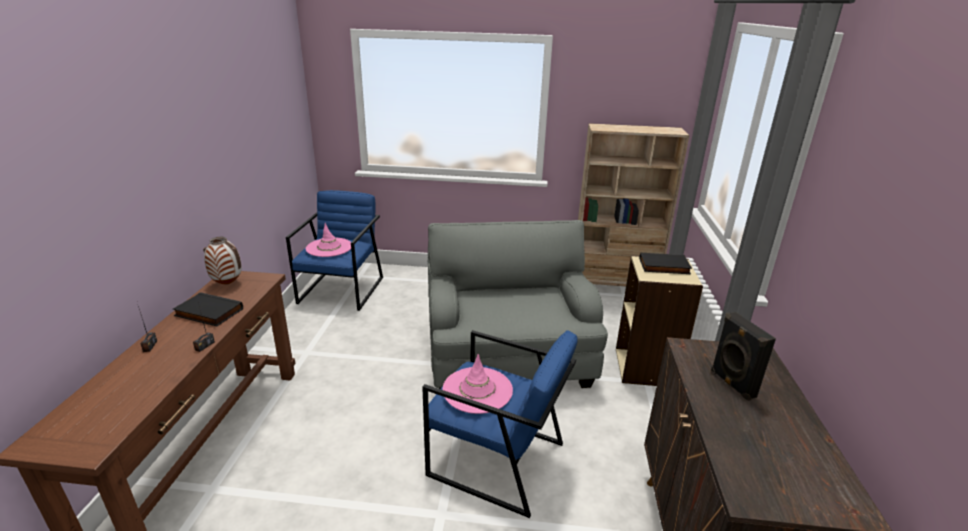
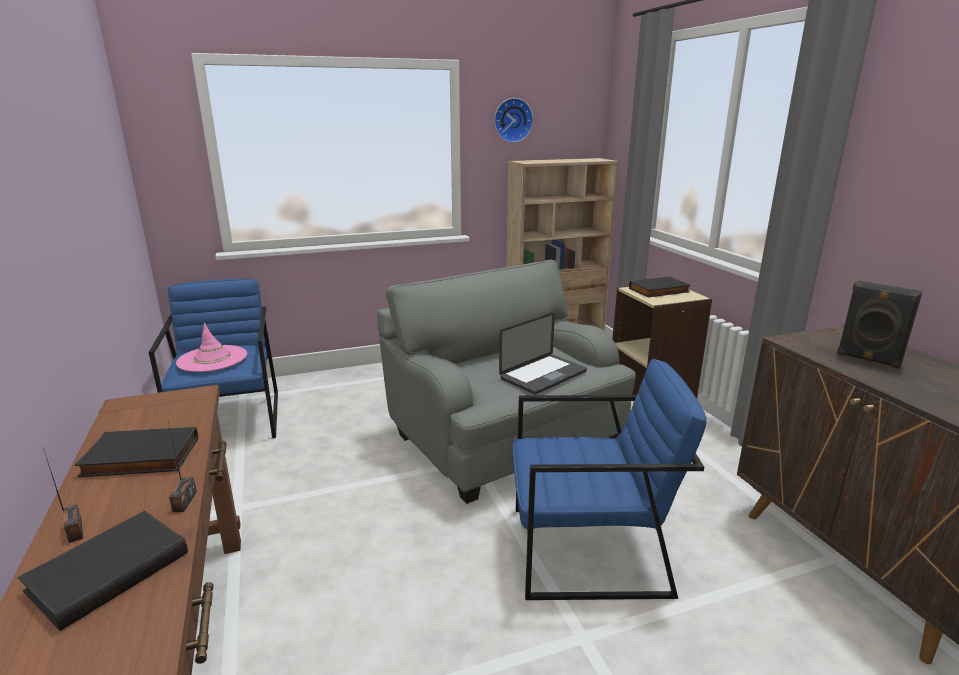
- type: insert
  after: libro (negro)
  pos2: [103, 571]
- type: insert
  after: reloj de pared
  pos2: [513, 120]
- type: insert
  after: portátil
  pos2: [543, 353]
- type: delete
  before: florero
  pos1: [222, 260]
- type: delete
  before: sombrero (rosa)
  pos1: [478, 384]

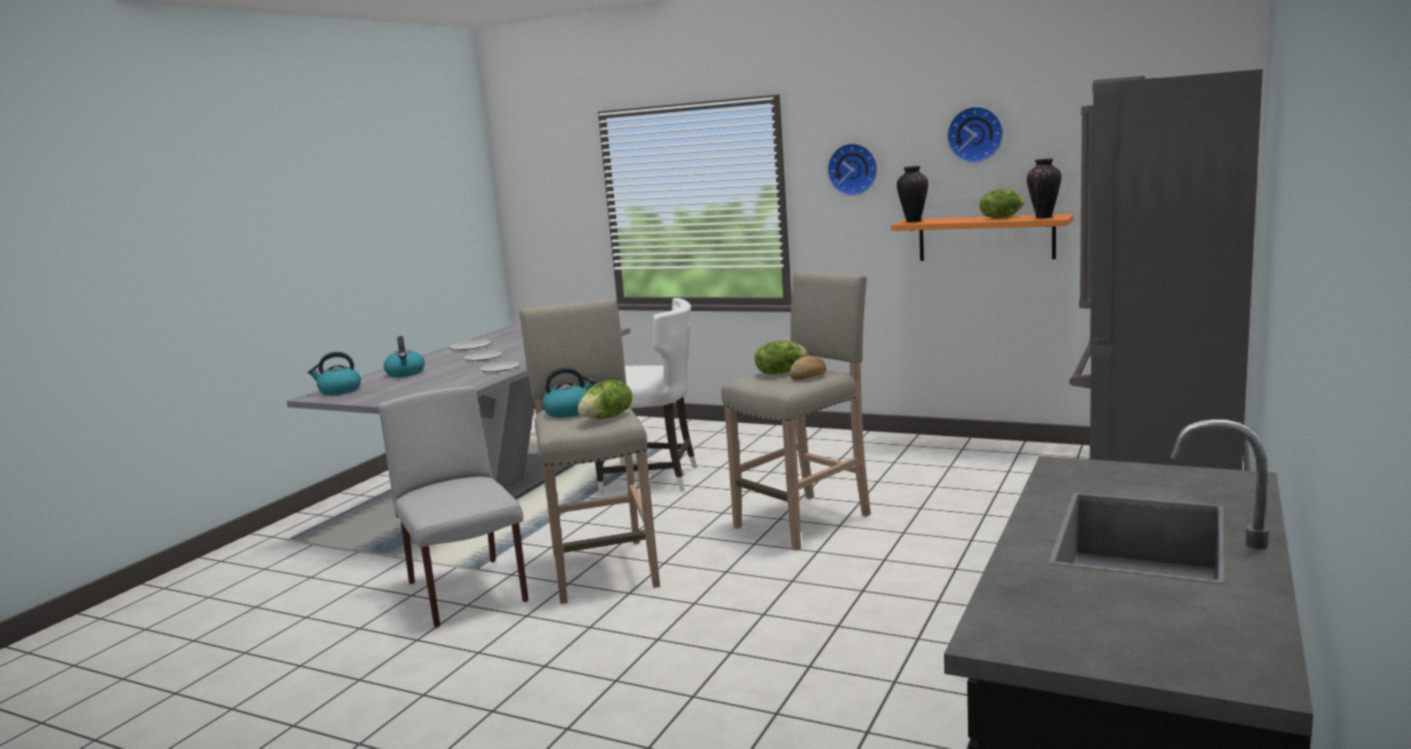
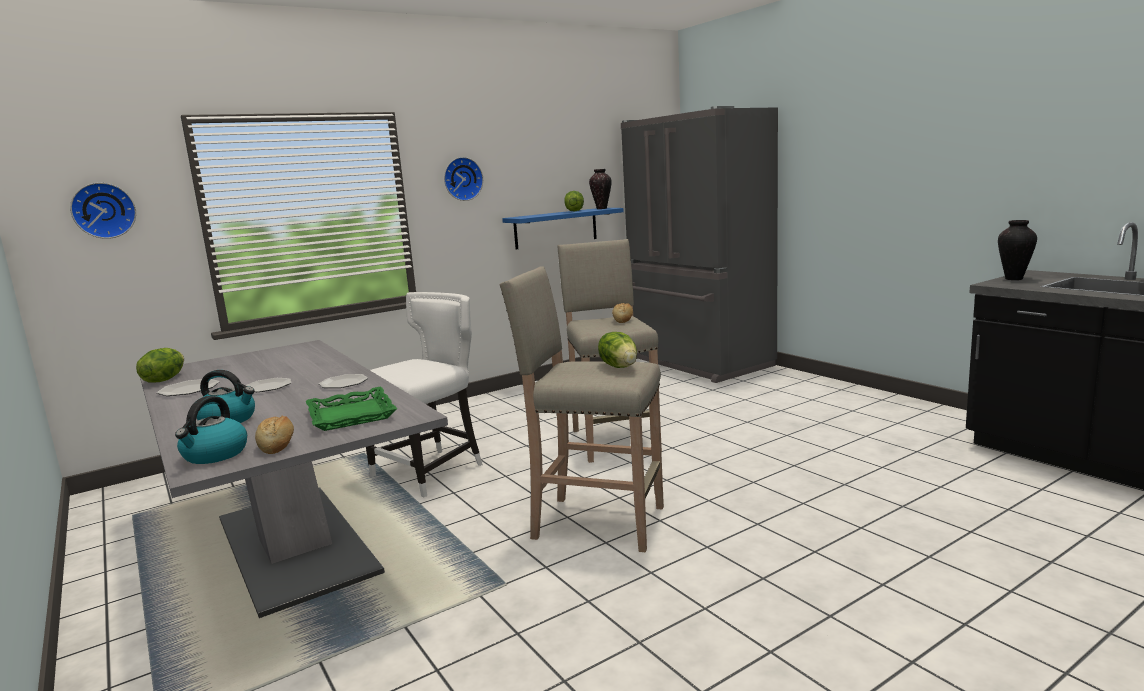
- type: move
  before: reloj de pared
  pos1: [975, 134]
  pos2: [103, 210]
- type: move
  before: lechuga
  pos1: [781, 357]
  pos2: [160, 365]
- type: insert
  after: pan
  pos2: [274, 434]
- type: insert
  after: bandeja (verde)
  pos2: [351, 409]
- type: recolor
  before: estante (naranja)
  after: estante (azul)
  pos1: [982, 237]
  pos2: [563, 228]
- type: move
  before: florero
  pos1: [912, 194]
  pos2: [1017, 250]
- type: delete
  before: silla (gris)
  pos1: [453, 507]
- type: delete
  before: hervidor
  pos1: [569, 392]

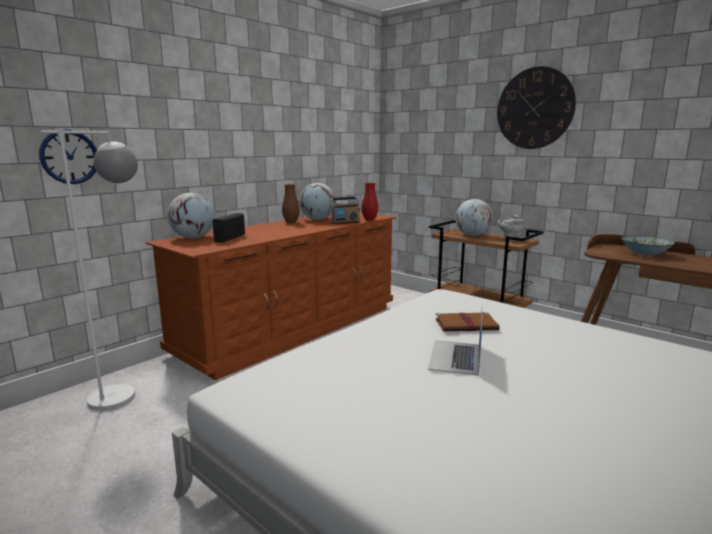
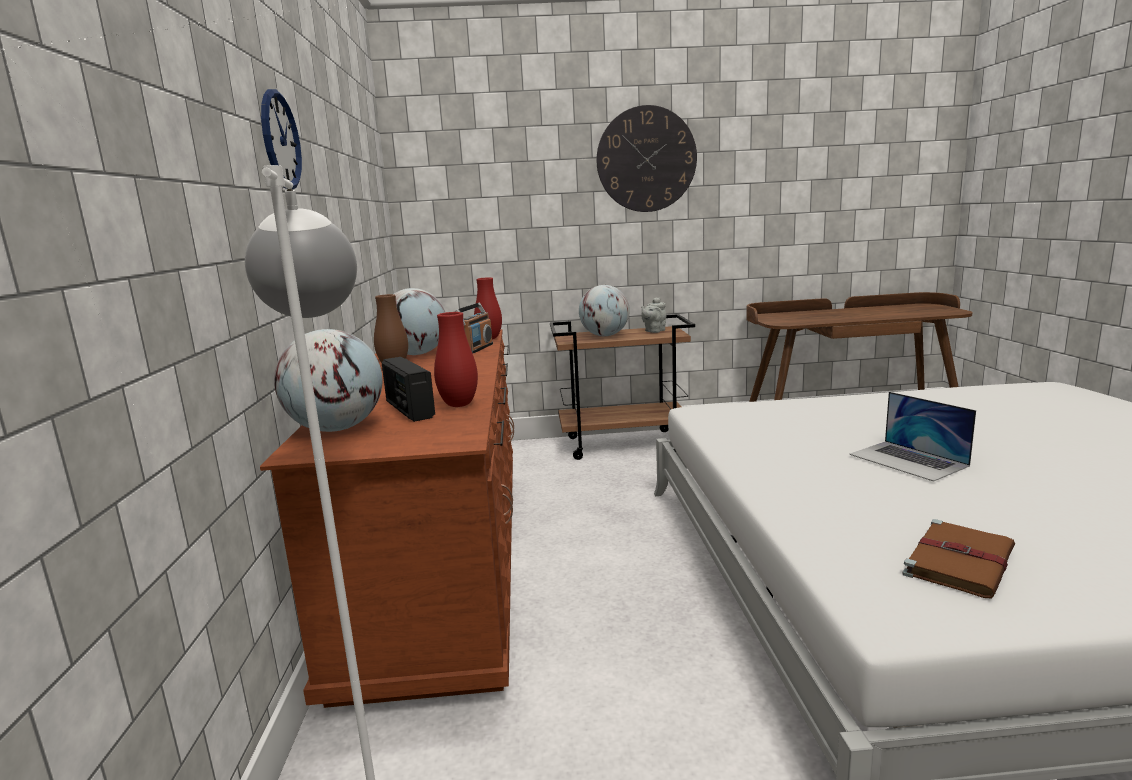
- type: move
  before: reloj de pared
  pos1: [68, 156]
  pos2: [281, 139]
- type: insert
  after: florero (rojo)
  pos2: [456, 359]
- type: move
  before: libro (marrón)
  pos1: [467, 321]
  pos2: [958, 558]
- type: delete
  before: cuenco
  pos1: [648, 245]

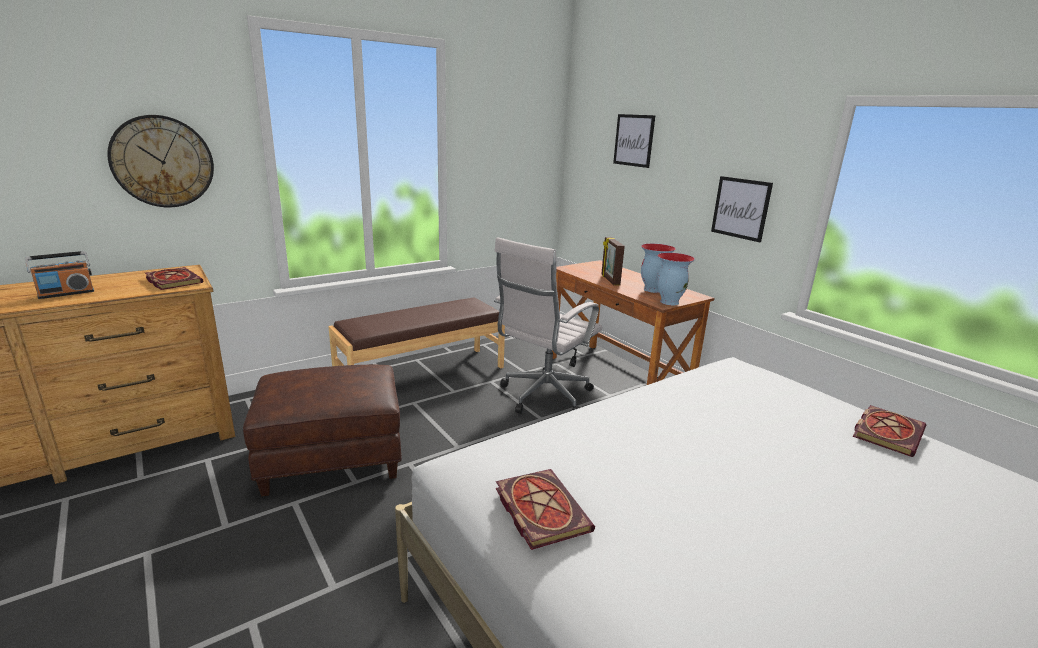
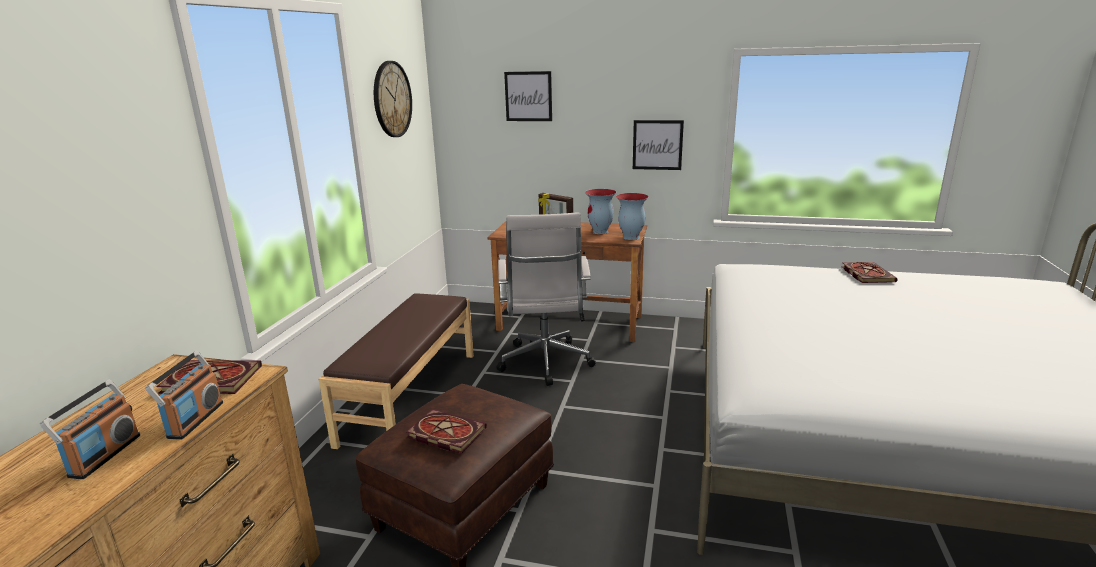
- type: insert
  after: radio
  pos2: [184, 395]
- type: move
  before: reloj de pared
  pos1: [160, 161]
  pos2: [393, 99]
- type: move
  before: libro
  pos1: [545, 509]
  pos2: [446, 431]

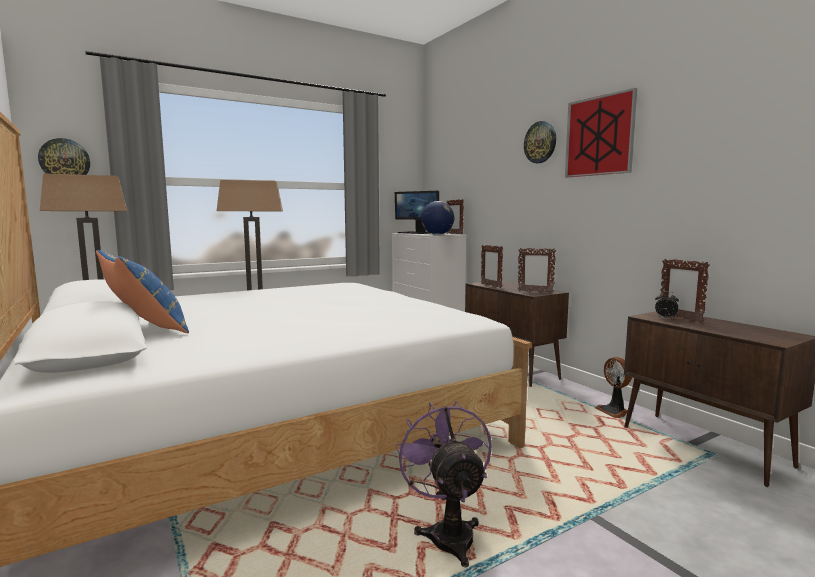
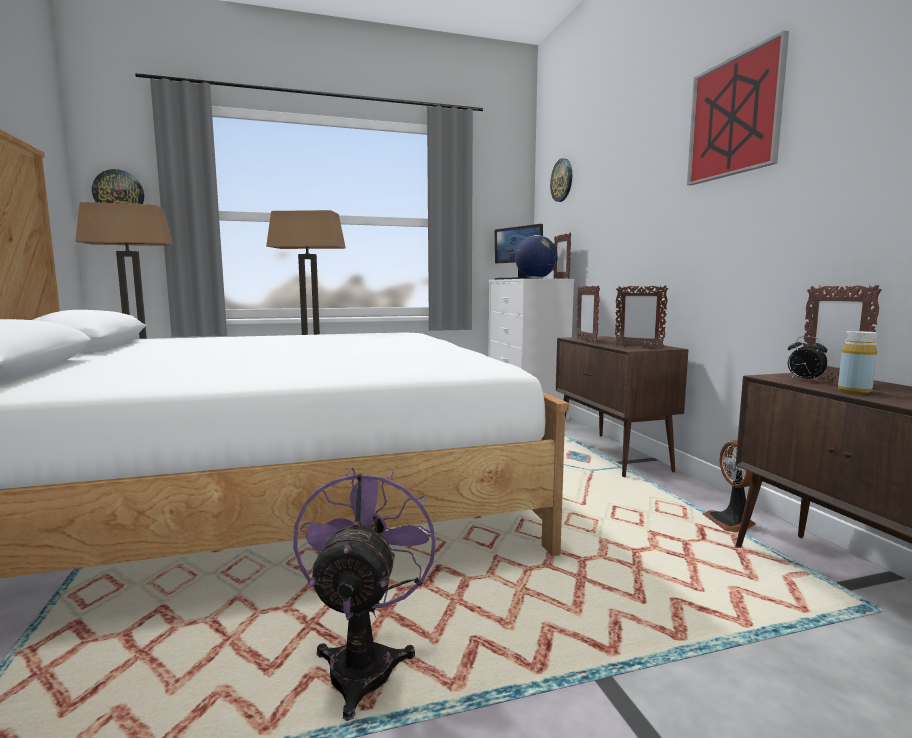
- type: move
  before: reloj de pared
  pos1: [540, 142]
  pos2: [561, 180]
- type: insert
  after: botella (amarillo)
  pos2: [857, 362]
- type: delete
  before: cojín (azul)
  pos1: [142, 291]

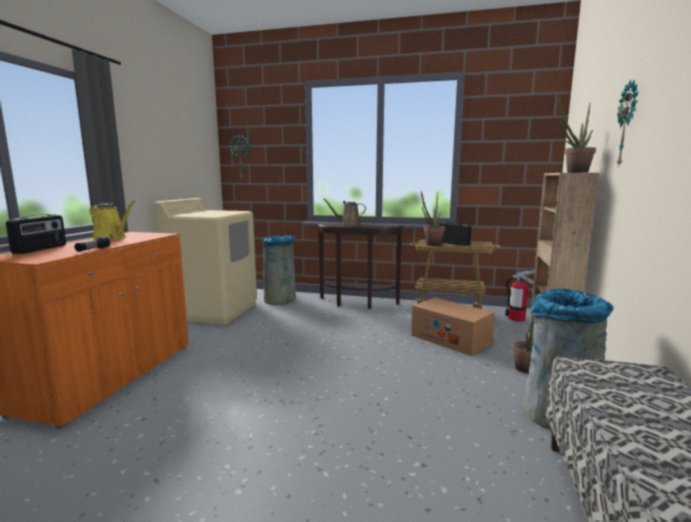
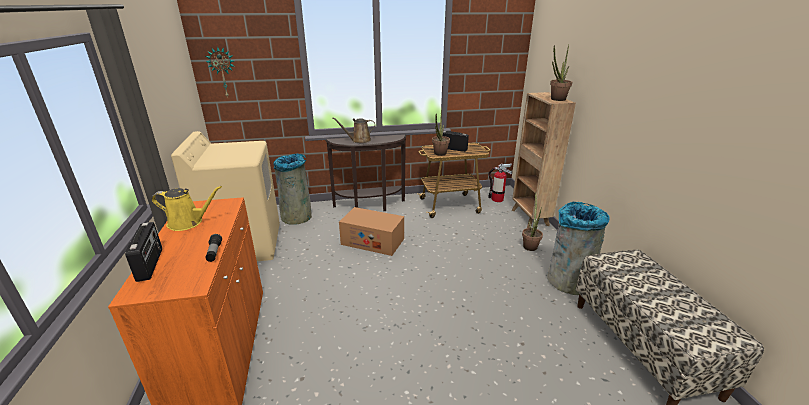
- type: move
  before: caja de cartón
  pos1: [453, 327]
  pos2: [371, 231]
- type: delete
  before: reloj de pared
  pos1: [627, 123]

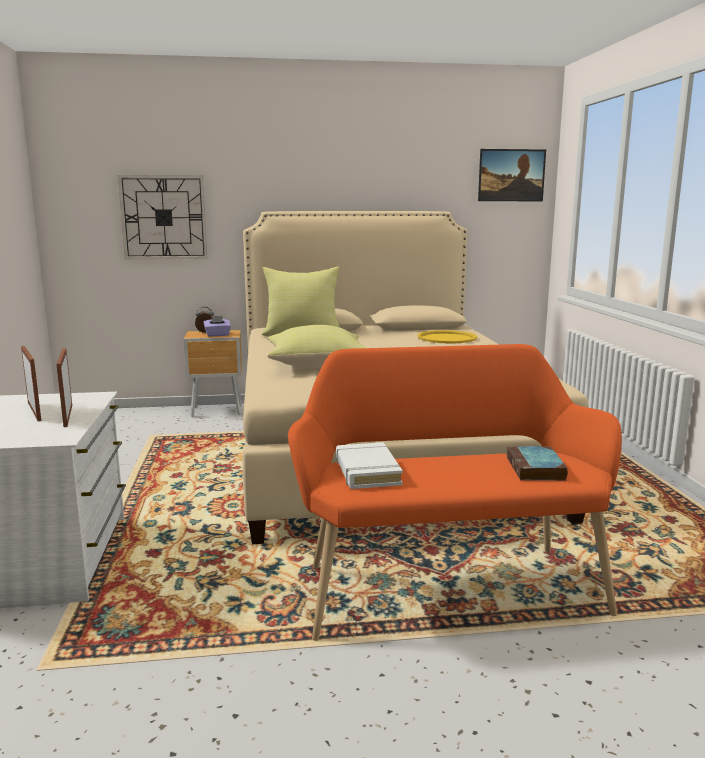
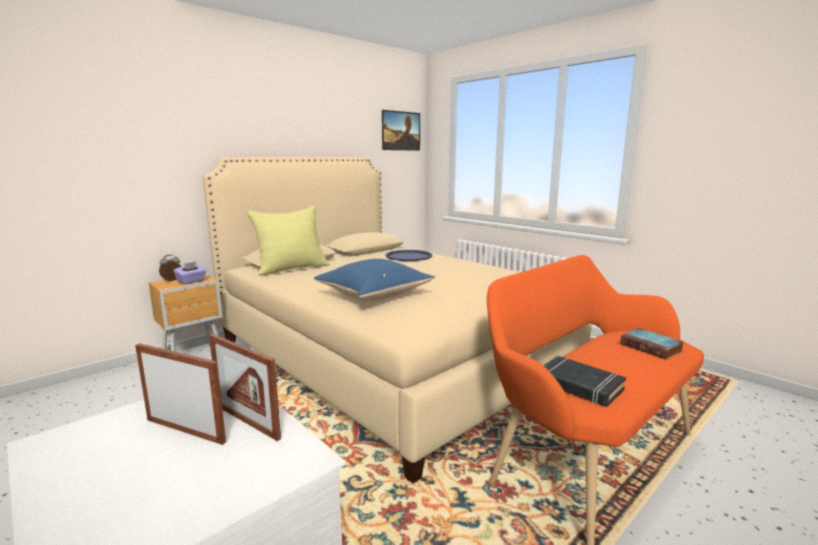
- type: recolor
  before: cojín (amarillo)
  after: cojín (azul)
  pos1: [316, 346]
  pos2: [374, 280]
- type: recolor
  before: bandeja (amarillo)
  after: bandeja (azul)
  pos1: [447, 336]
  pos2: [408, 255]
- type: recolor
  before: libro (blanco)
  after: libro (negro)
  pos1: [369, 465]
  pos2: [585, 381]
- type: delete
  before: reloj de pared
  pos1: [163, 217]

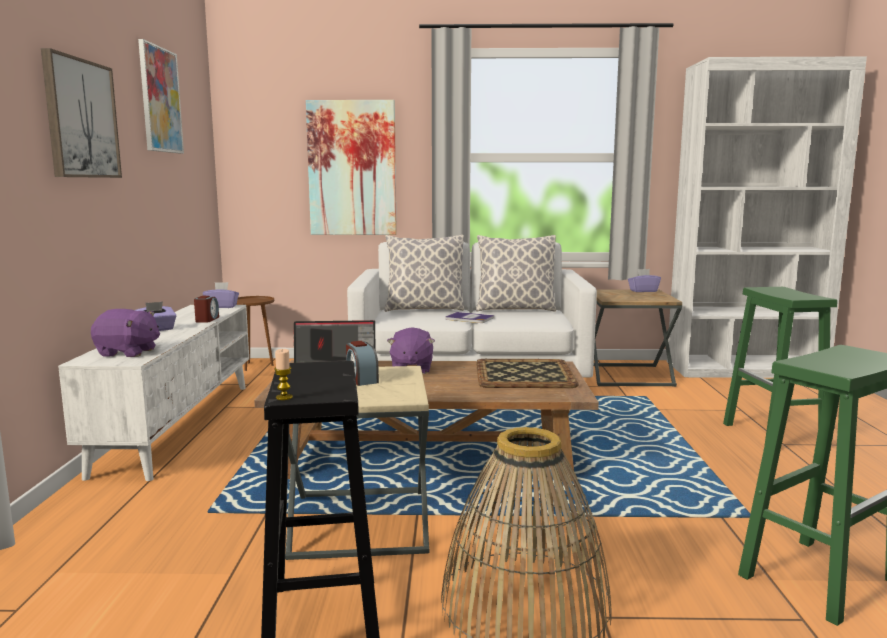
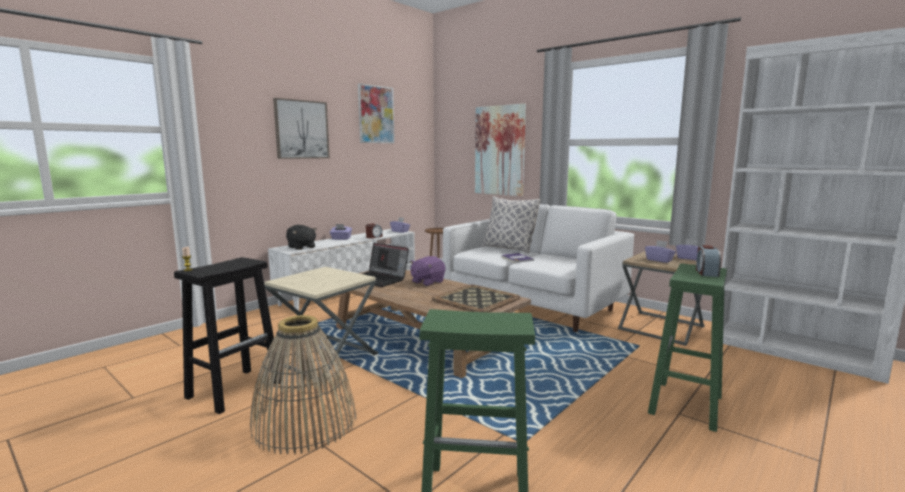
- type: recolor
  before: peluche (morado)
  after: peluche (negro)
  pos1: [125, 333]
  pos2: [301, 237]
- type: insert
  after: caja de pañuelos (morado)
  pos2: [660, 251]
- type: move
  before: despertador
  pos1: [362, 363]
  pos2: [708, 261]
- type: delete
  before: cojín
  pos1: [516, 273]

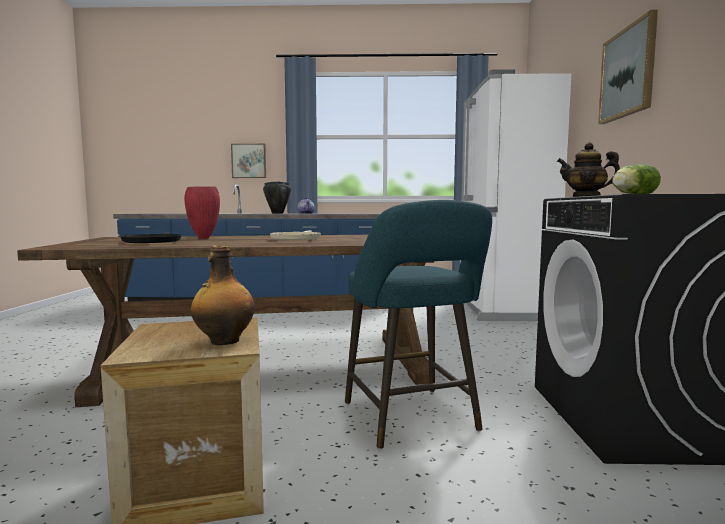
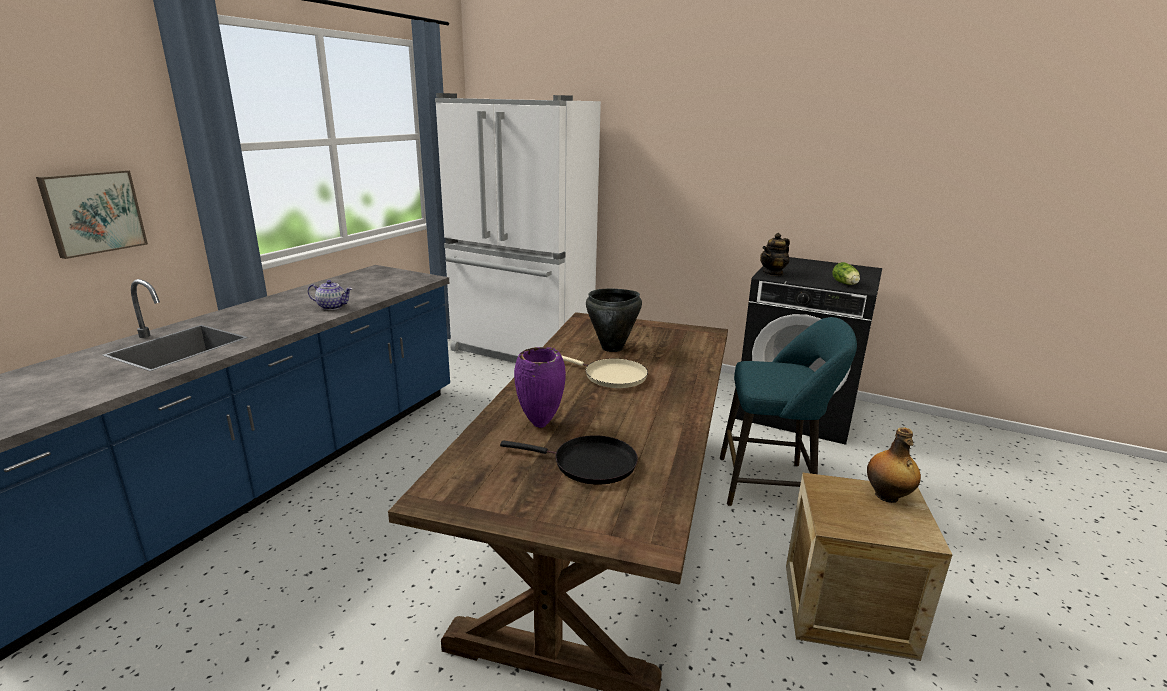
- type: recolor
  before: florero (rojo)
  after: florero (morado)
  pos1: [202, 212]
  pos2: [540, 387]
- type: move
  before: olla (negro)
  pos1: [277, 198]
  pos2: [614, 320]
- type: delete
  before: cuadro
  pos1: [628, 67]

